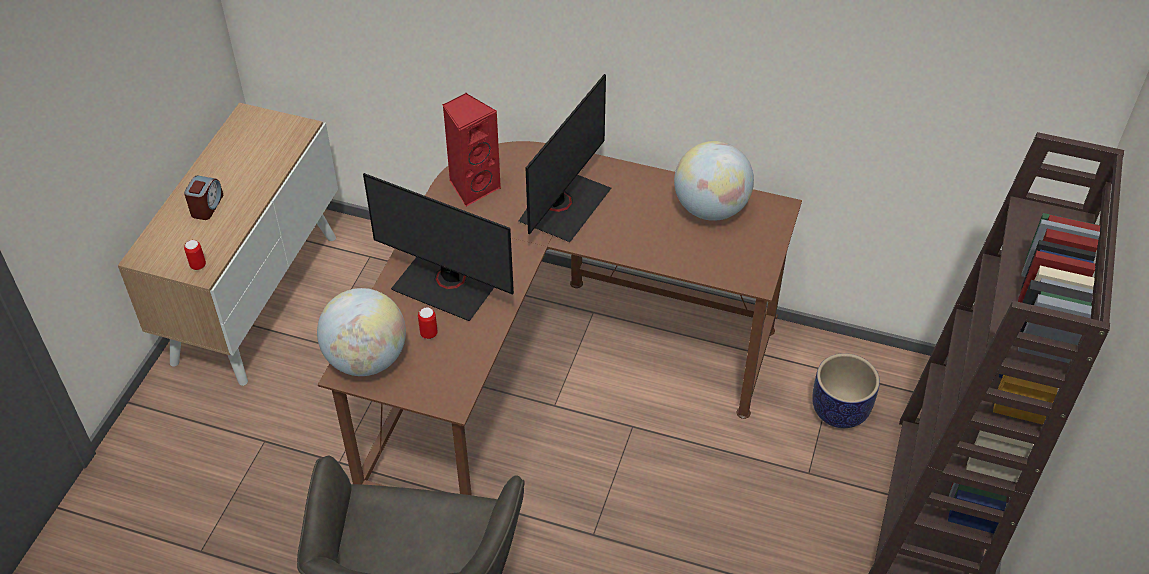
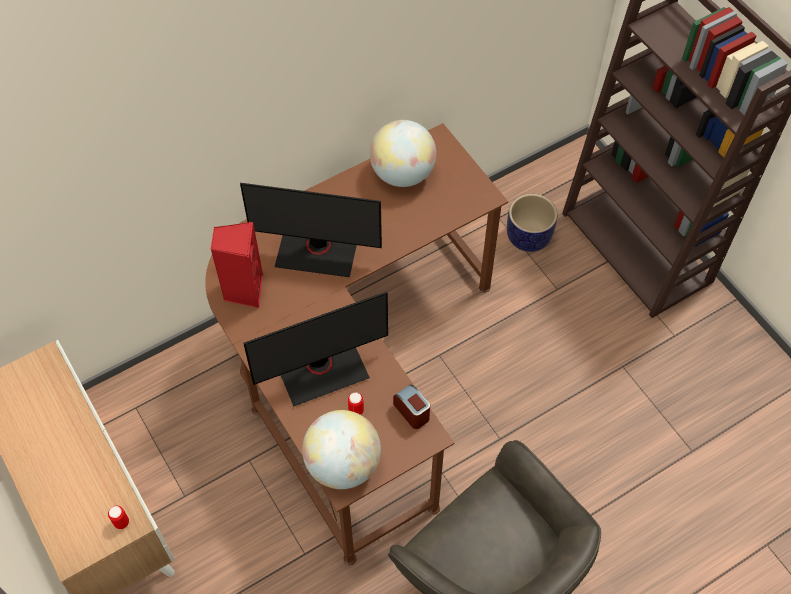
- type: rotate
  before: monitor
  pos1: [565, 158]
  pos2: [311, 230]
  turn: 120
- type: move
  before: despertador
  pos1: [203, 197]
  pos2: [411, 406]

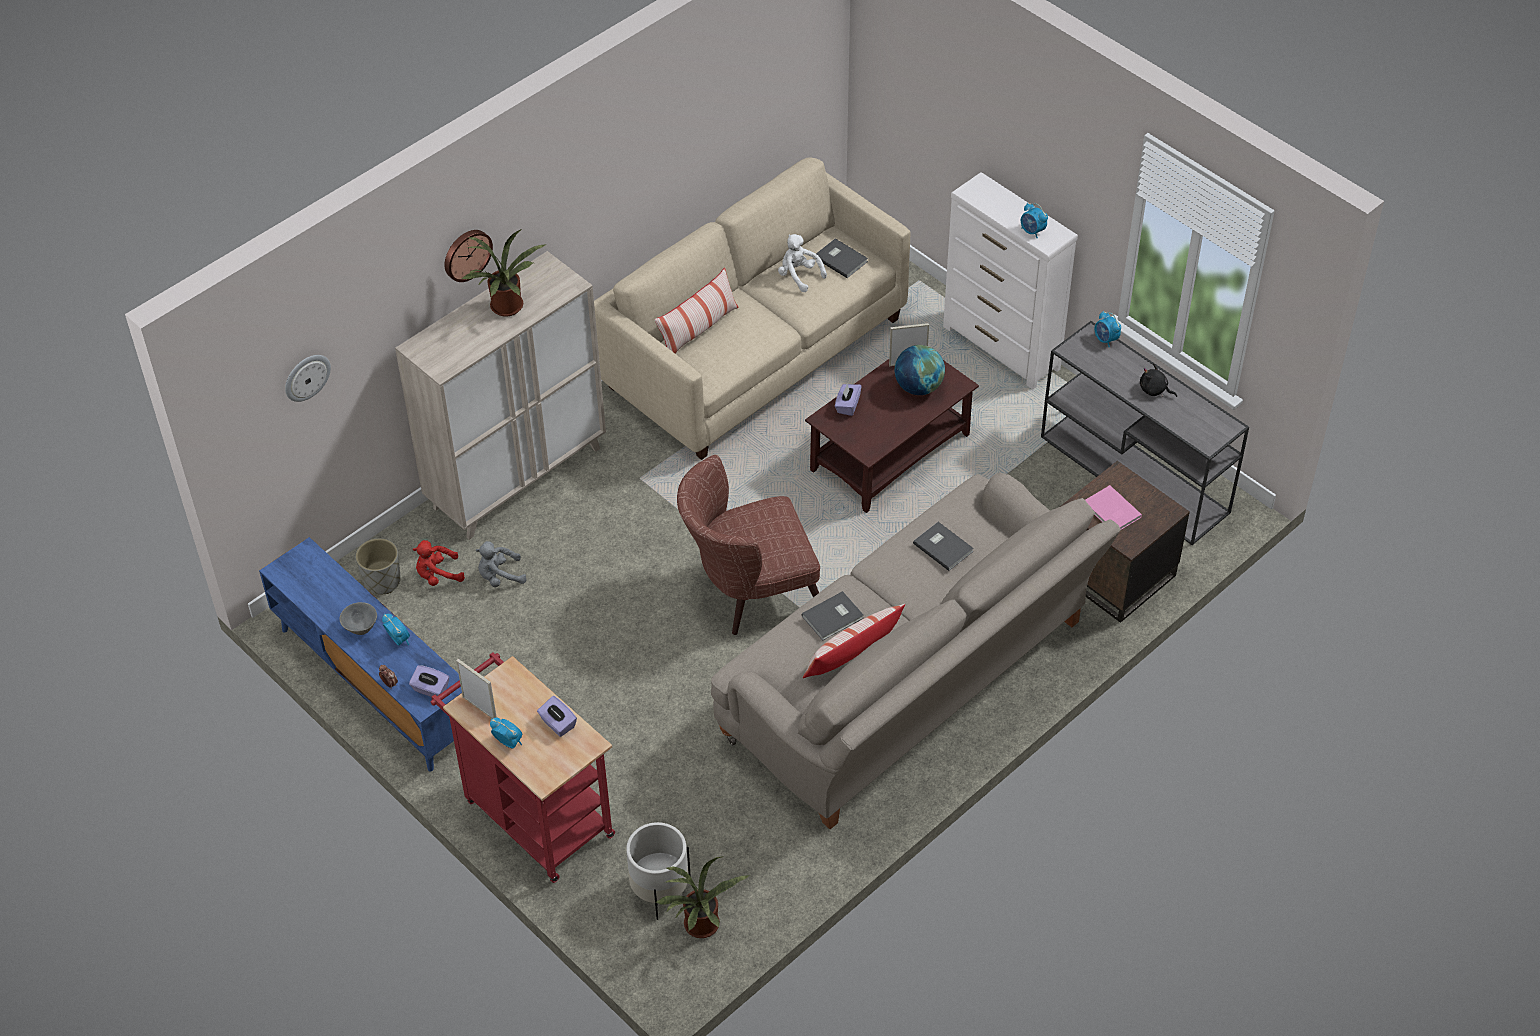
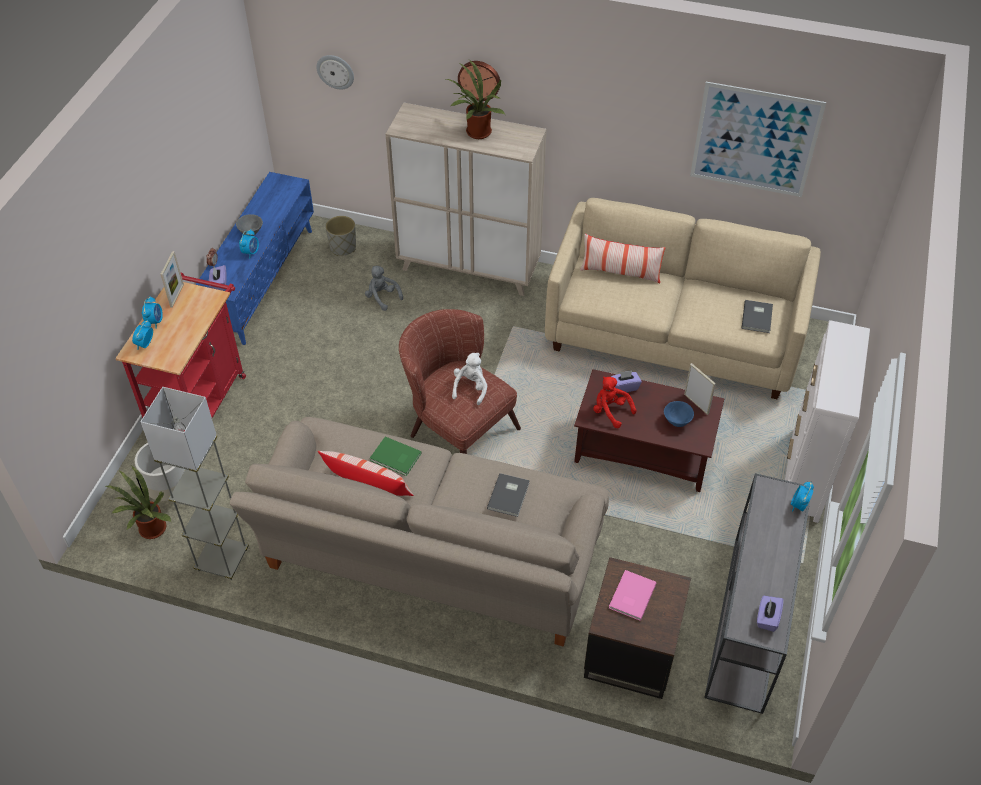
- type: move
  before: despertador
  pos1: [1034, 220]
  pos2: [142, 335]
- type: insert
  after: lámpara de pie (gris)
  pos2: [194, 483]
- type: recolor
  before: libro (gris)
  after: libro (verde)
  pos1: [832, 615]
  pos2: [396, 456]
- type: move
  before: peluche (blanco)
  pos1: [802, 263]
  pos2: [469, 379]
- type: move
  before: peluche (rojo)
  pos1: [439, 563]
  pos2: [615, 402]
- type: replace
  before: globo terráqueo
  after: cuenco (azul)
  pos1: [920, 370]
  pos2: [679, 414]
- type: insert
  after: cuadro
  pos2: [758, 139]
- type: move
  before: caja de pañuelos (morado)
  pos1: [557, 716]
  pos2: [770, 614]
- type: delete
  before: peluche (negro)
  pos1: [1158, 380]

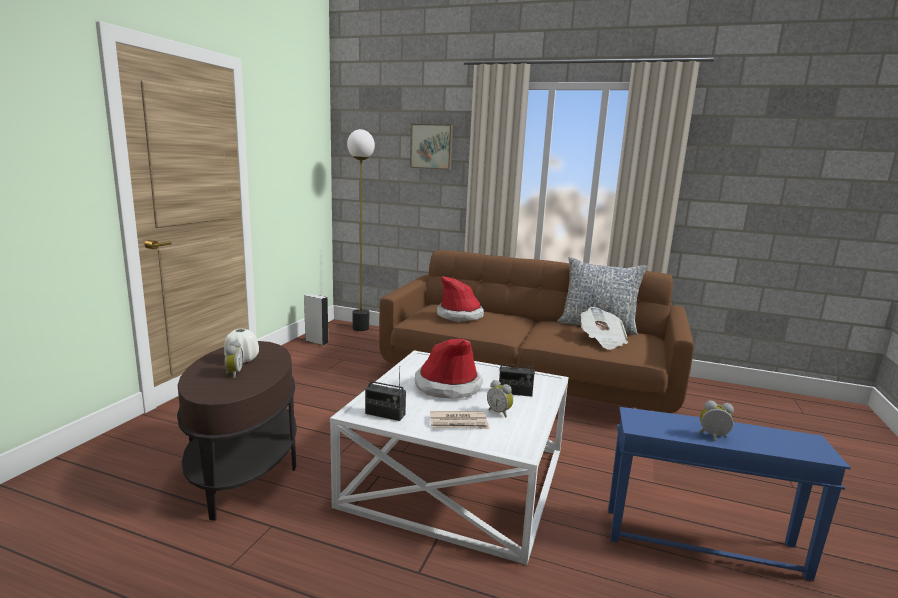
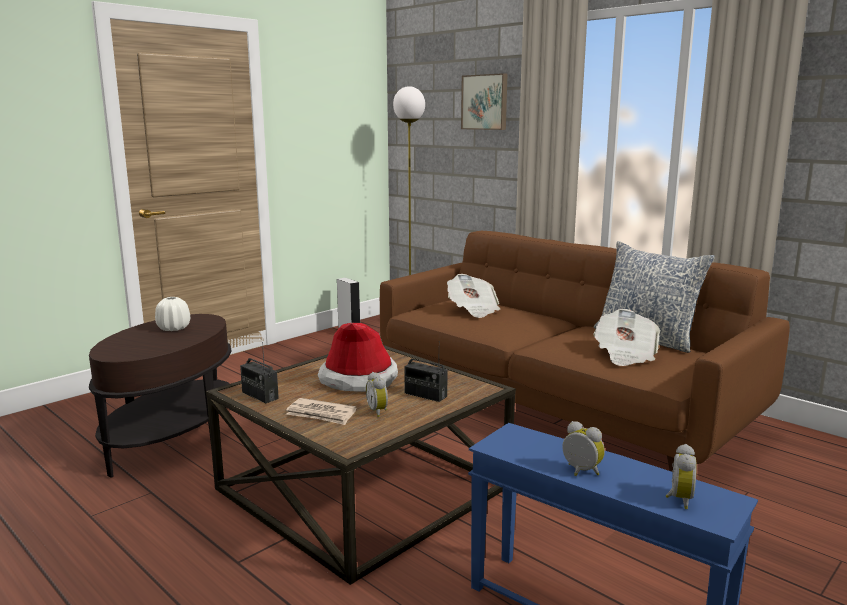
- type: recolor
  before: mesa de centro (blanco)
  after: mesa de centro (marrón)
  pos1: [449, 457]
  pos2: [361, 465]
- type: replace
  before: sombrero
  after: periódico
  pos1: [460, 299]
  pos2: [473, 296]
- type: move
  before: despertador
  pos1: [234, 359]
  pos2: [681, 476]

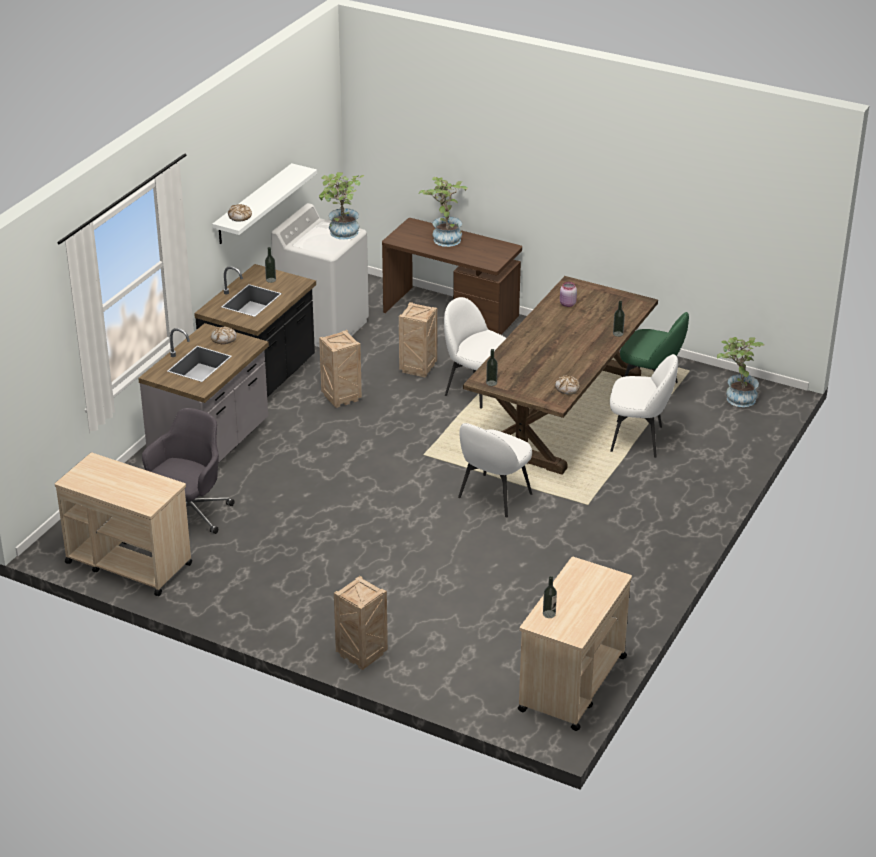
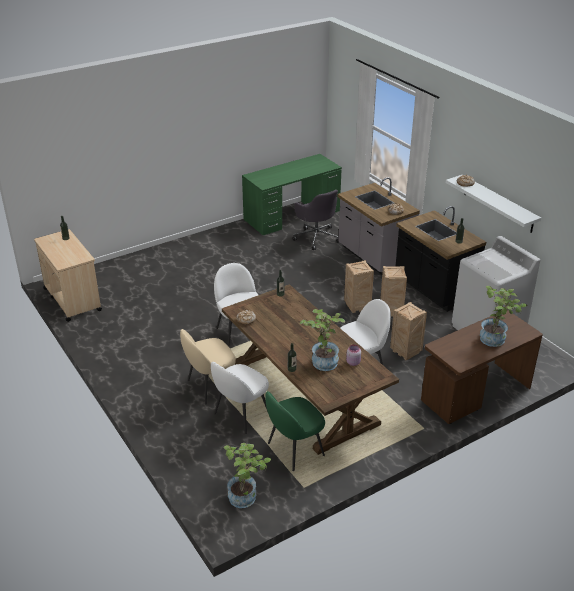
- type: insert
  after: silla (beis)
  pos2: [208, 367]
- type: replace
  before: carrito (beis)
  after: escritorio (verde)
  pos1: [123, 524]
  pos2: [292, 194]
- type: move
  before: planta en maceta
  pos1: [341, 205]
  pos2: [322, 340]
- type: move
  before: caja de embalaje
  pos1: [361, 623]
  pos2: [359, 286]

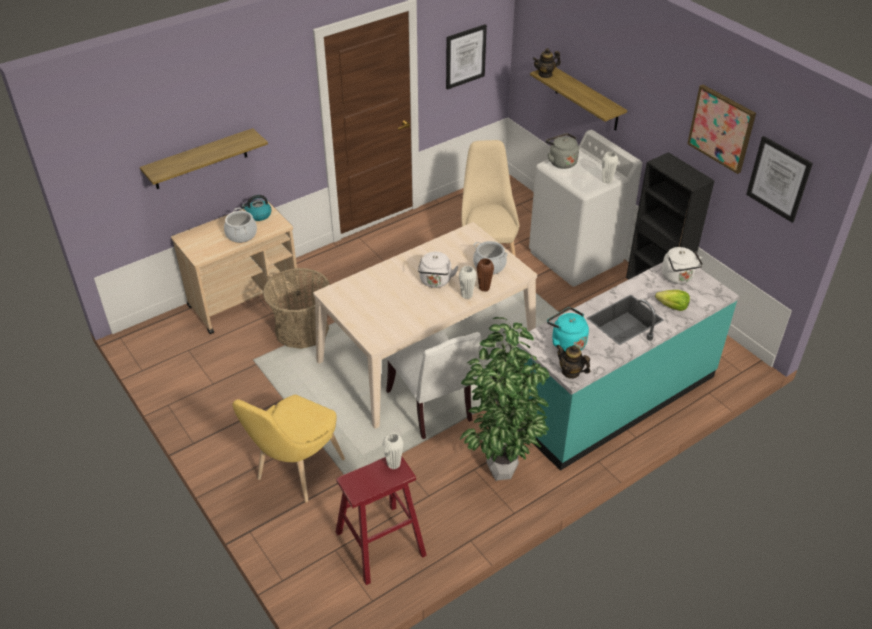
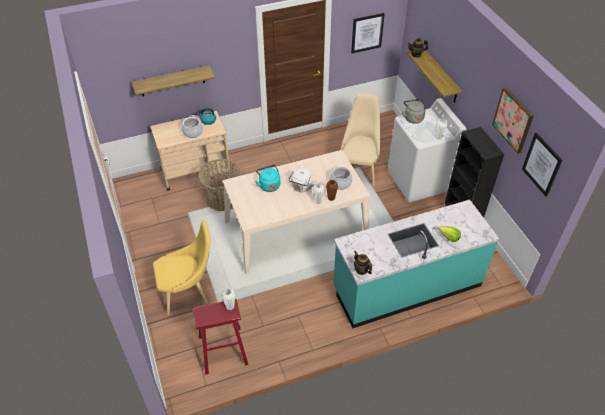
- type: rotate
  before: silla (amarillo)
  pos1: [288, 448]
  pos2: [181, 267]
  turn: -150
- type: move
  before: hervidor (turquesa)
  pos1: [568, 329]
  pos2: [267, 178]
- type: delete
  before: silla (blanco)
  pos1: [433, 385]
- type: delete
  before: planta en maceta
  pos1: [505, 399]
- type: delete
  before: hervidor (blanco)
  pos1: [682, 265]

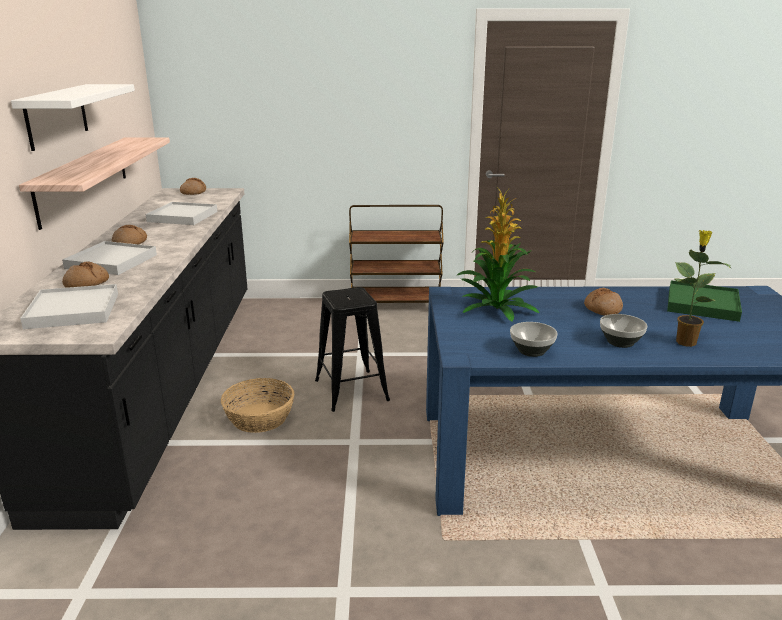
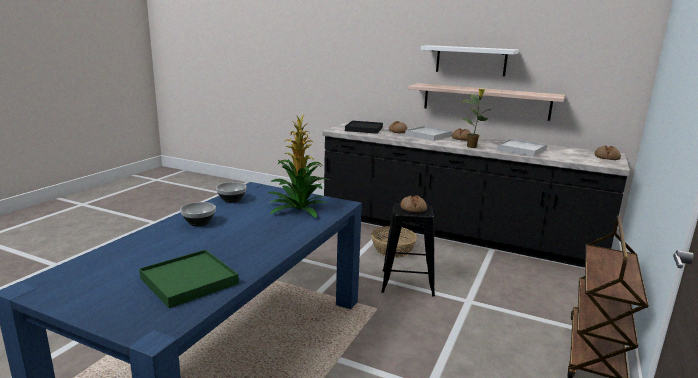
- type: recolor
  before: bandeja (blanco)
  after: bandeja (negro)
  pos1: [69, 306]
  pos2: [364, 127]
- type: move
  before: pan
  pos1: [603, 302]
  pos2: [414, 203]
- type: move
  before: planta en maceta
  pos1: [703, 288]
  pos2: [476, 118]

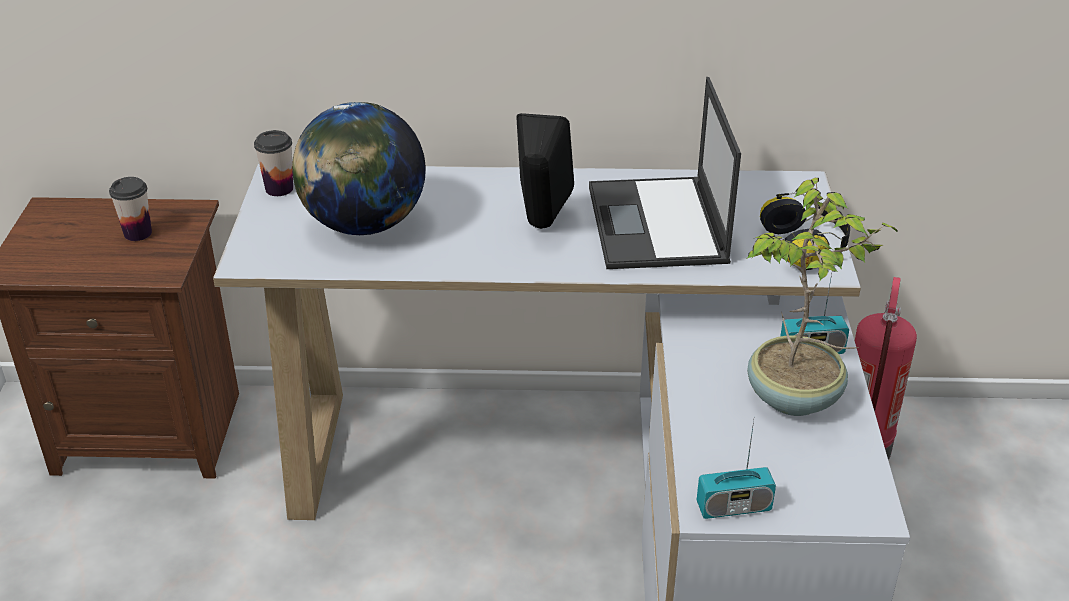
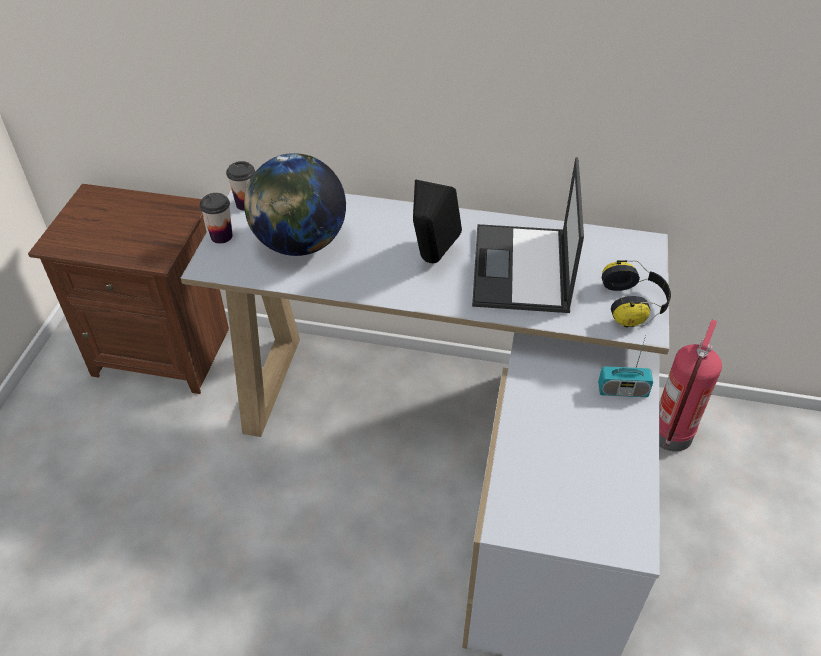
- type: move
  before: taza
  pos1: [130, 209]
  pos2: [216, 218]
- type: delete
  before: radio
  pos1: [736, 469]
- type: delete
  before: planta en maceta
  pos1: [822, 297]

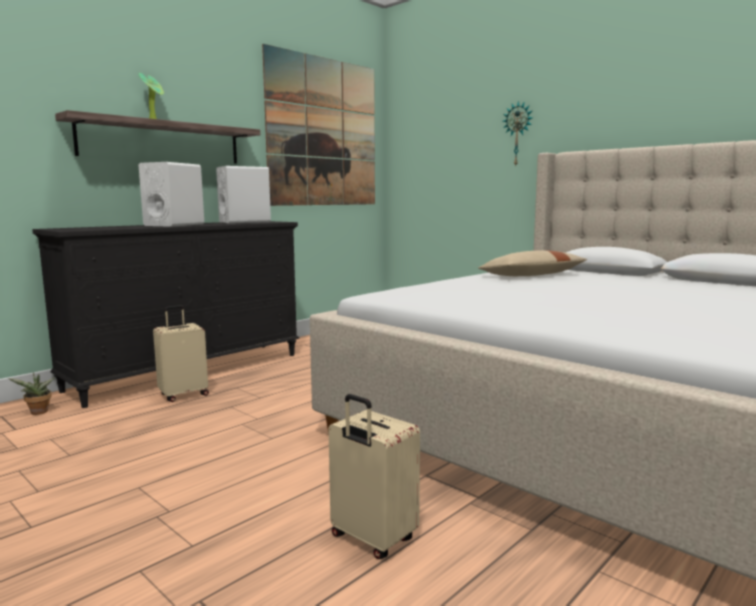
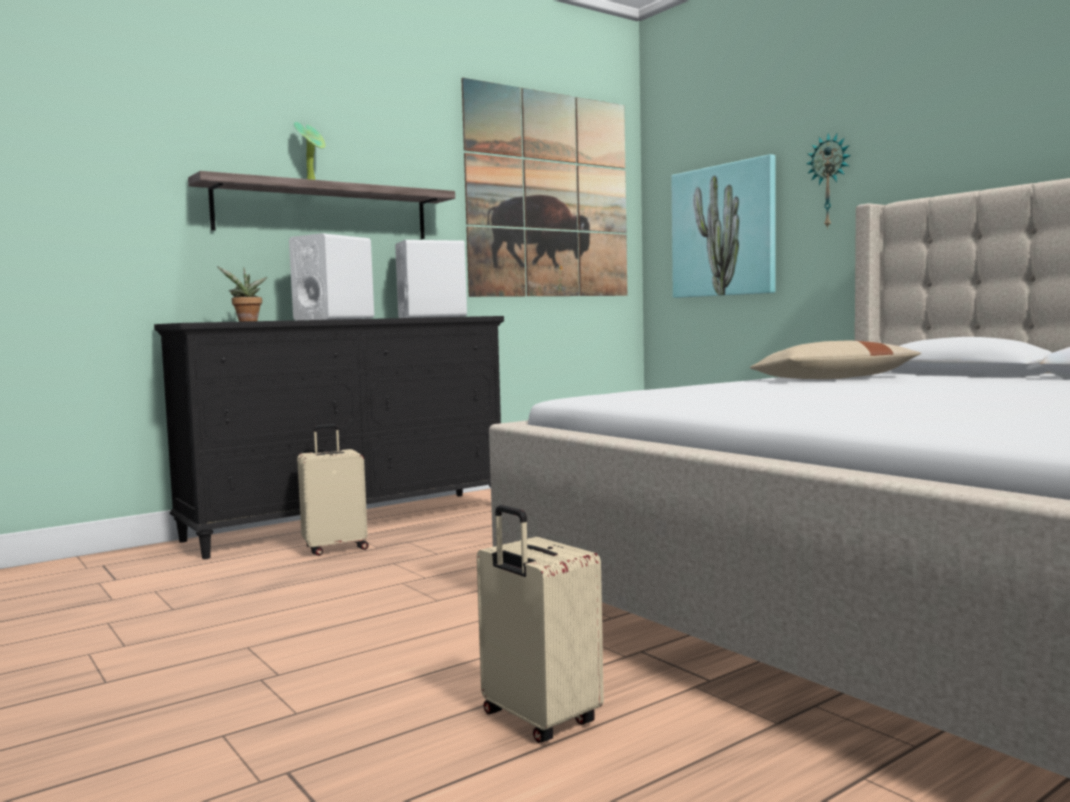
- type: move
  before: planta en maceta
  pos1: [31, 393]
  pos2: [242, 294]
- type: insert
  after: cuadro
  pos2: [723, 226]

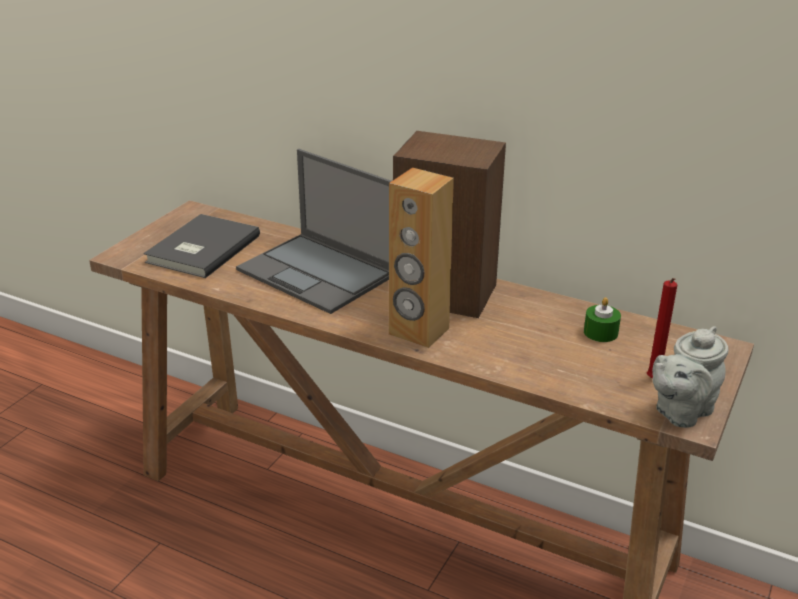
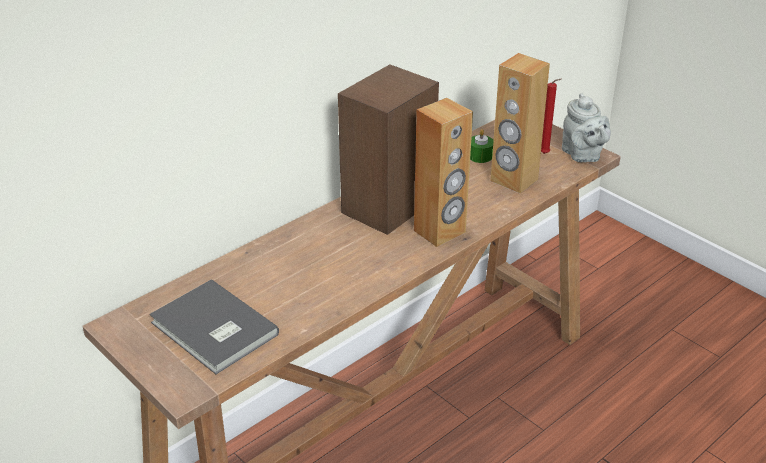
- type: insert
  after: altavoz (marrón)
  pos2: [520, 123]
- type: delete
  before: portátil
  pos1: [313, 231]

